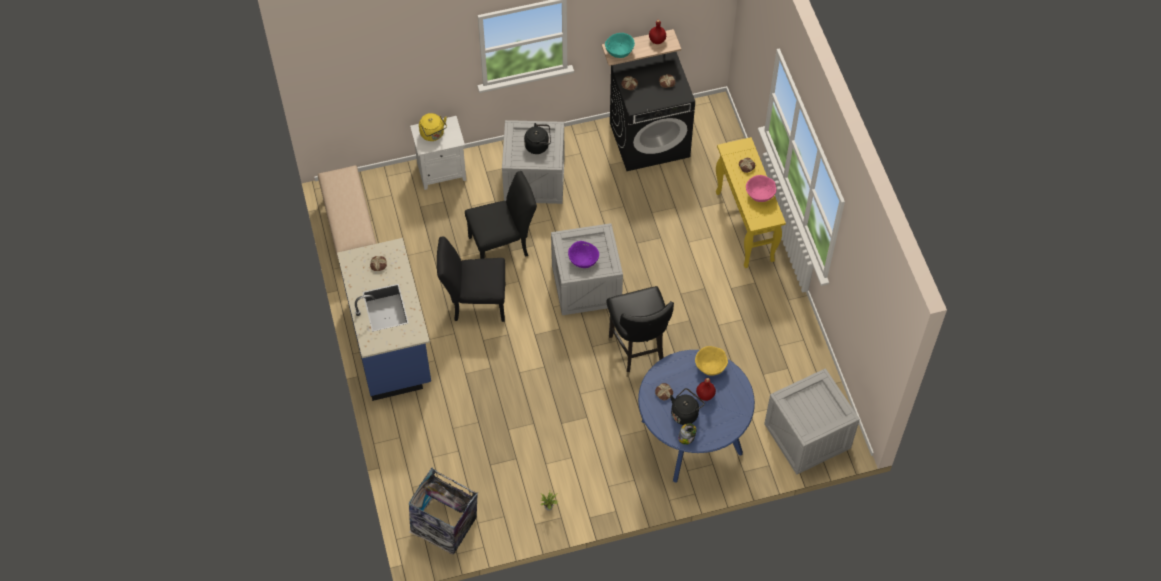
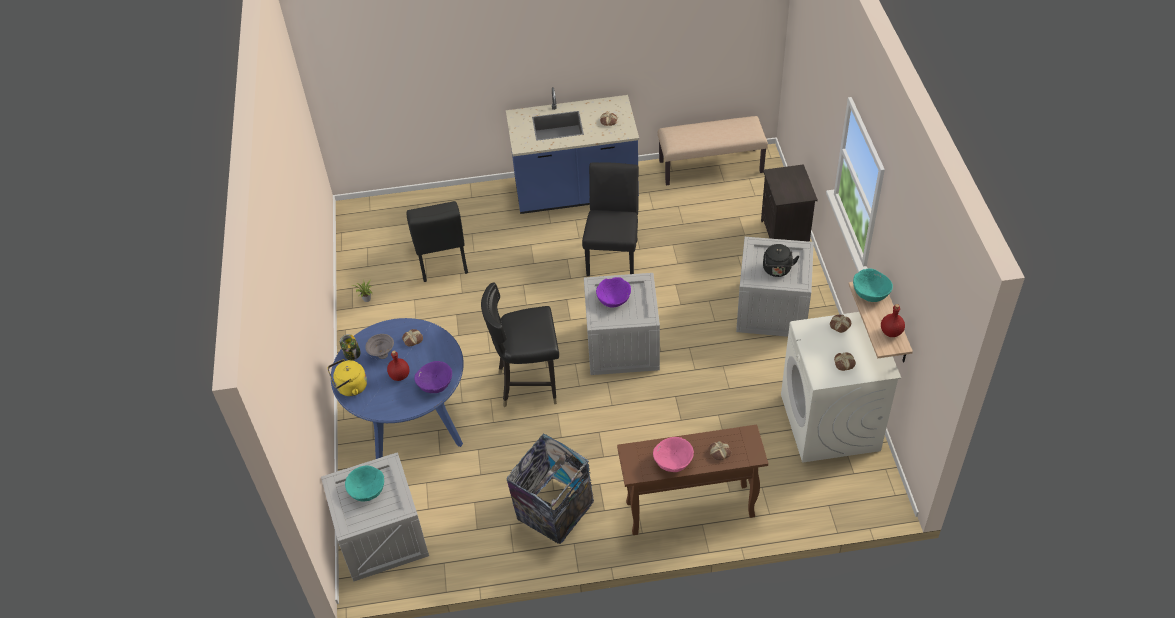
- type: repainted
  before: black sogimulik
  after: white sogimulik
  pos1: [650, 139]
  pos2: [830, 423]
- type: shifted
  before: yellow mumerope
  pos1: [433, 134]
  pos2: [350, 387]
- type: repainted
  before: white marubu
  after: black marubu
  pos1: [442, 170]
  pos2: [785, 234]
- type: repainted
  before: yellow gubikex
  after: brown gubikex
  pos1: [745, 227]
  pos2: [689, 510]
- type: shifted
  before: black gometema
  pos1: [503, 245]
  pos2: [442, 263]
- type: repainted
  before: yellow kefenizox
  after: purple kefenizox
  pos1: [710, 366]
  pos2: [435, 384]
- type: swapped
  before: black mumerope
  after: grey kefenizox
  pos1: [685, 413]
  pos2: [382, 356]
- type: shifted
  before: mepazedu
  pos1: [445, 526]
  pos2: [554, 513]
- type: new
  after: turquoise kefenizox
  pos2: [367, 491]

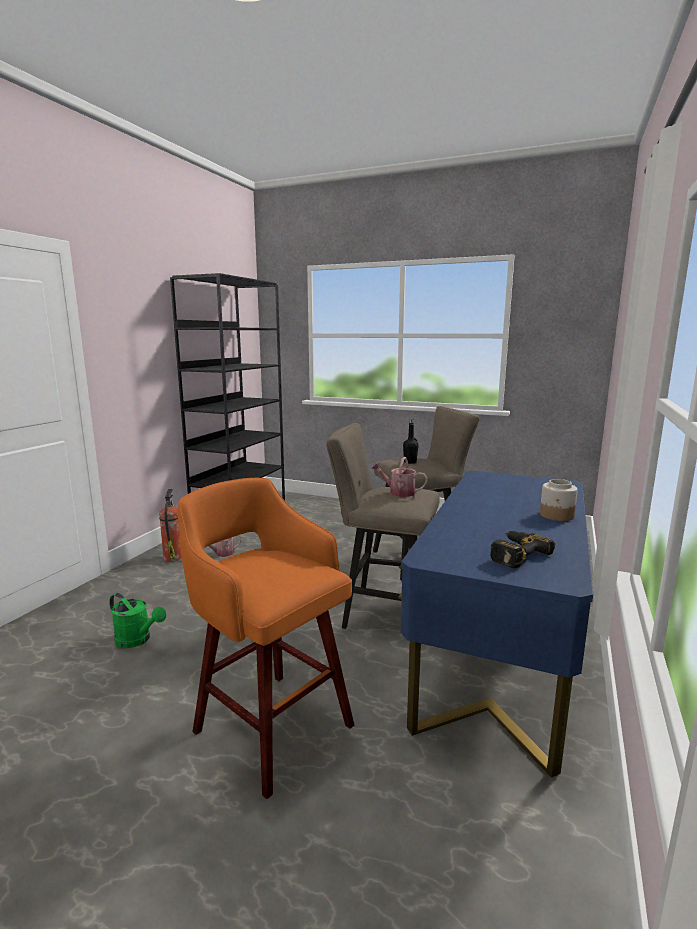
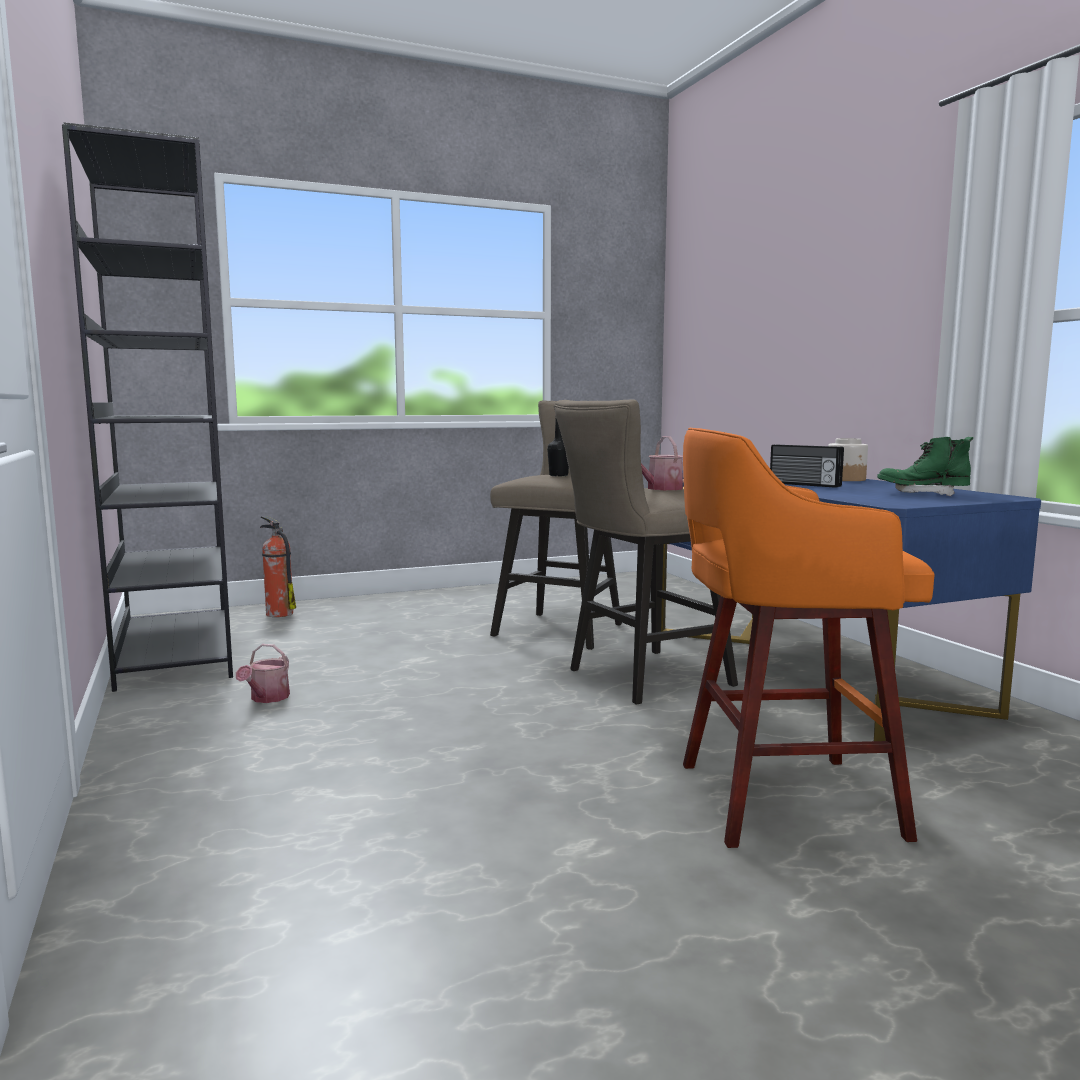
- type: shifted
  before: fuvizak
  pos1: [173, 557]
  pos2: [278, 613]
- type: swapped
  before: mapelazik
  after: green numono
  pos1: [514, 553]
  pos2: [922, 494]
- type: gone
  before: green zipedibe
  pos1: [138, 640]
- type: new
  after: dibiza
  pos2: [804, 484]

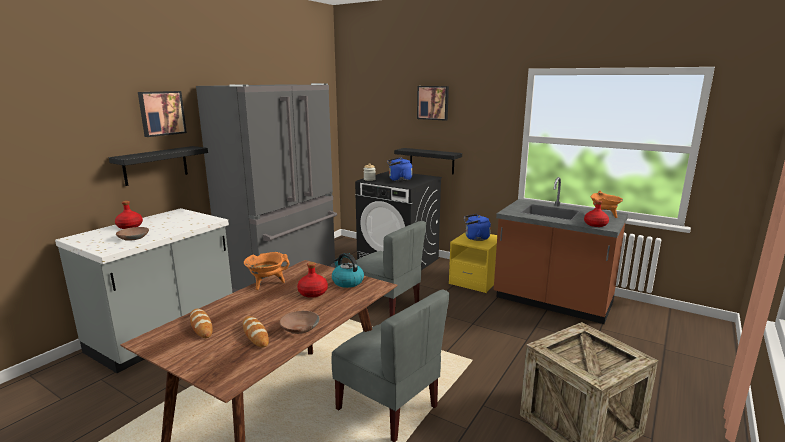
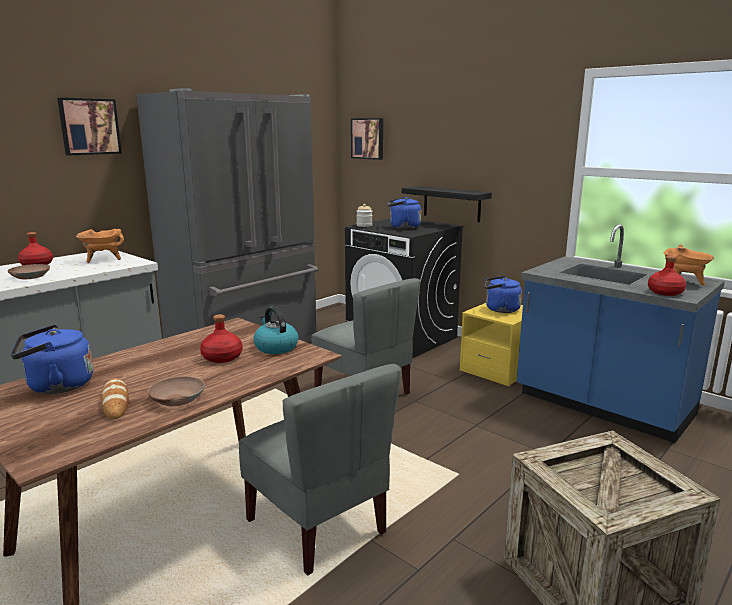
- type: shifted
  before: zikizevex
  pos1: [433, 102]
  pos2: [368, 138]
- type: gone
  before: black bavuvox
  pos1: [155, 165]
- type: repainted
  before: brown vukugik
  after: blue vukugik
  pos1: [552, 302]
  pos2: [602, 406]
- type: shifted
  before: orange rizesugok
  pos1: [267, 284]
  pos2: [102, 260]
- type: swapped
  before: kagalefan
  after: blue mumerope
  pos1: [201, 325]
  pos2: [56, 386]

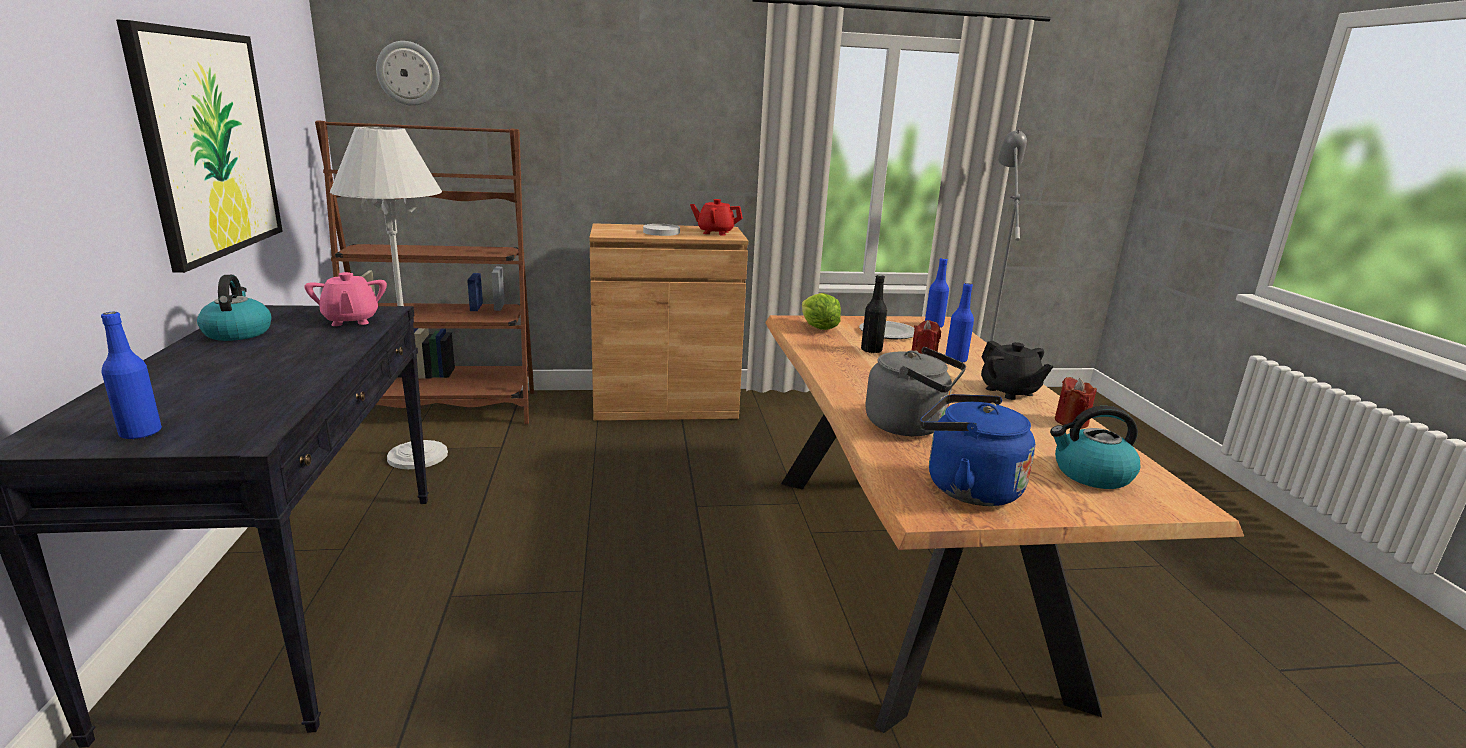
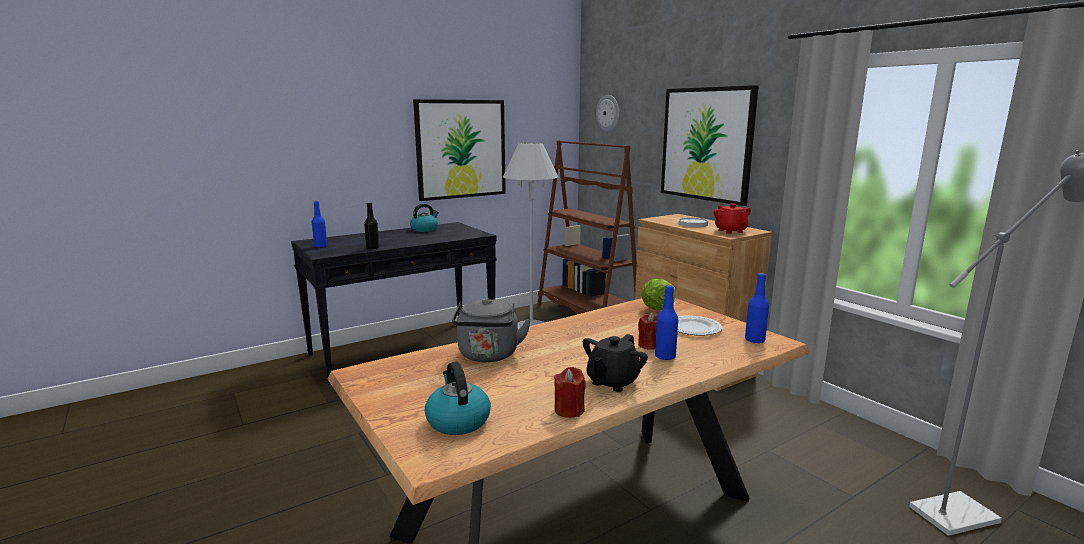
- type: gone
  before: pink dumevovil
  pos1: [351, 320]
- type: shifted
  before: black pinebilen
  pos1: [871, 350]
  pos2: [373, 248]
- type: gone
  before: blue mumerope
  pos1: [966, 487]
- type: new
  after: zikizevex
  pos2: [706, 144]

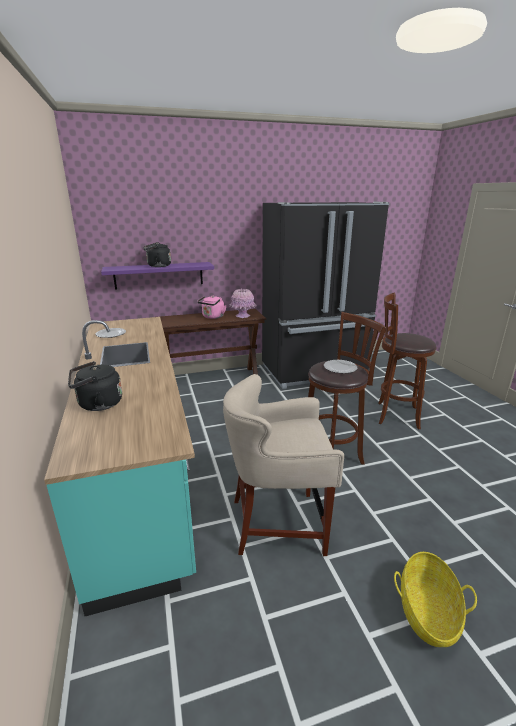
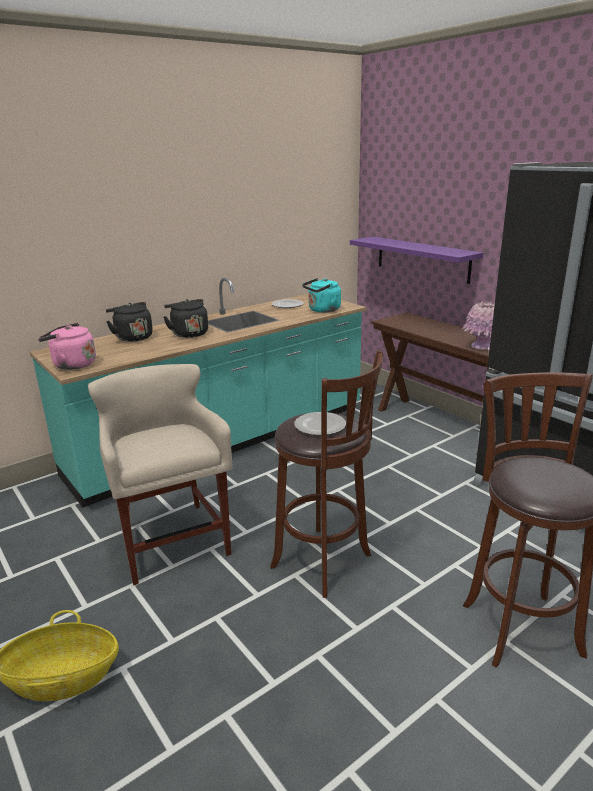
- type: shifted
  before: black mumerope
  pos1: [157, 266]
  pos2: [188, 333]
- type: shifted
  before: pink mumerope
  pos1: [212, 317]
  pos2: [72, 365]
- type: new
  after: turquoise mumerope
  pos2: [322, 310]

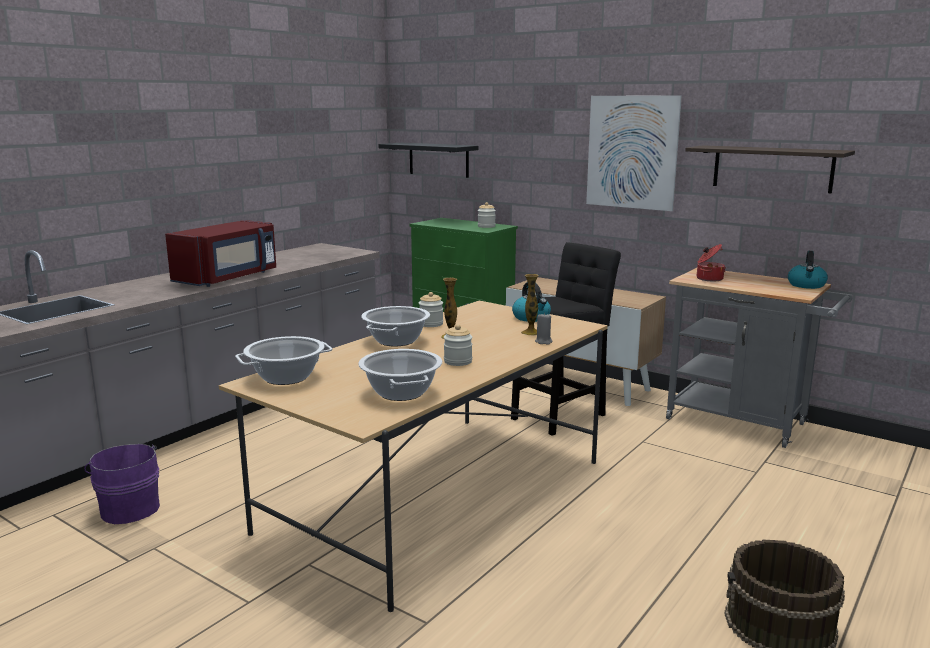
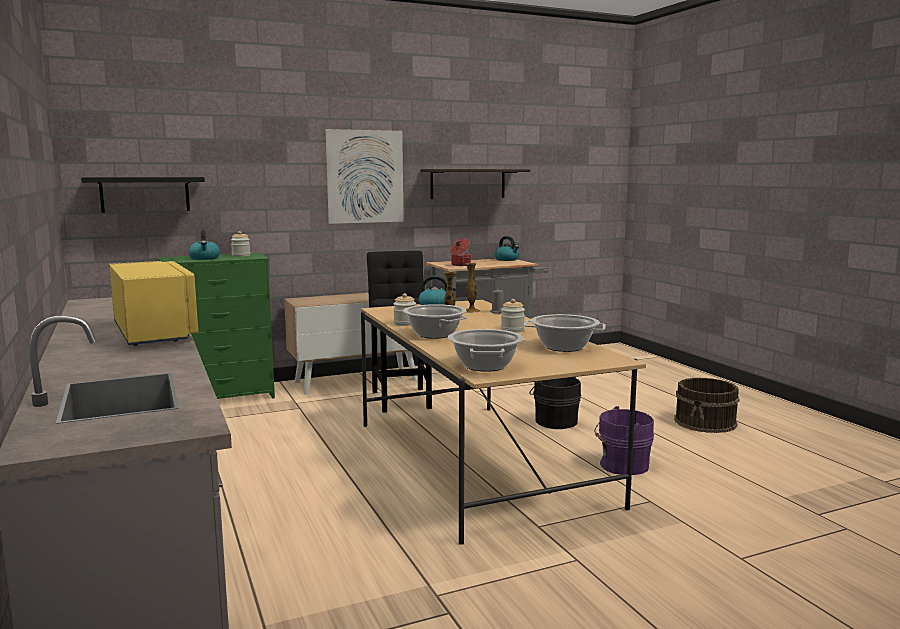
- type: repainted
  before: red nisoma
  after: yellow nisoma
  pos1: [228, 278]
  pos2: [155, 333]
- type: shifted
  before: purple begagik
  pos1: [129, 508]
  pos2: [621, 465]
- type: new
  after: mumerope
  pos2: [205, 258]
- type: new
  after: black begagik
  pos2: [555, 421]

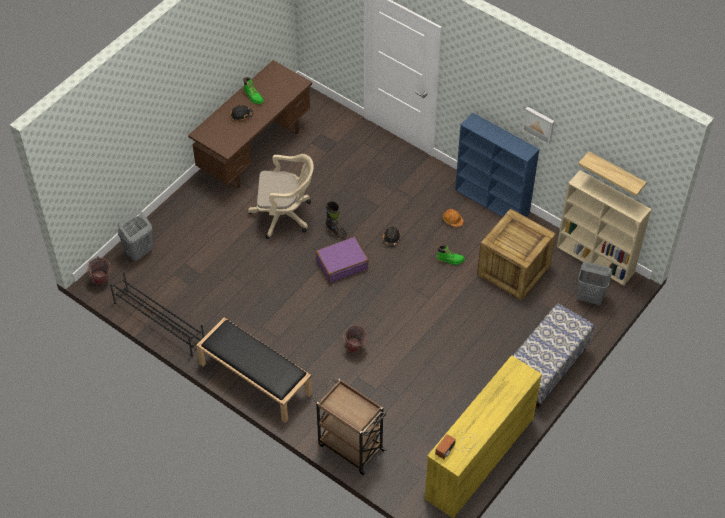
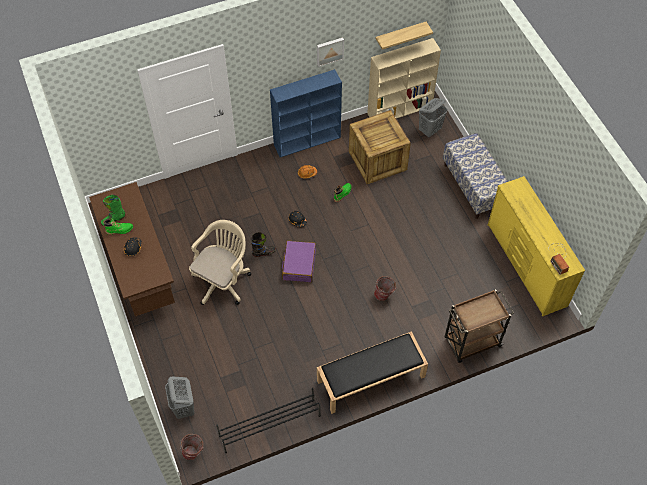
- type: new
  after: green numono
  pos2: [113, 219]

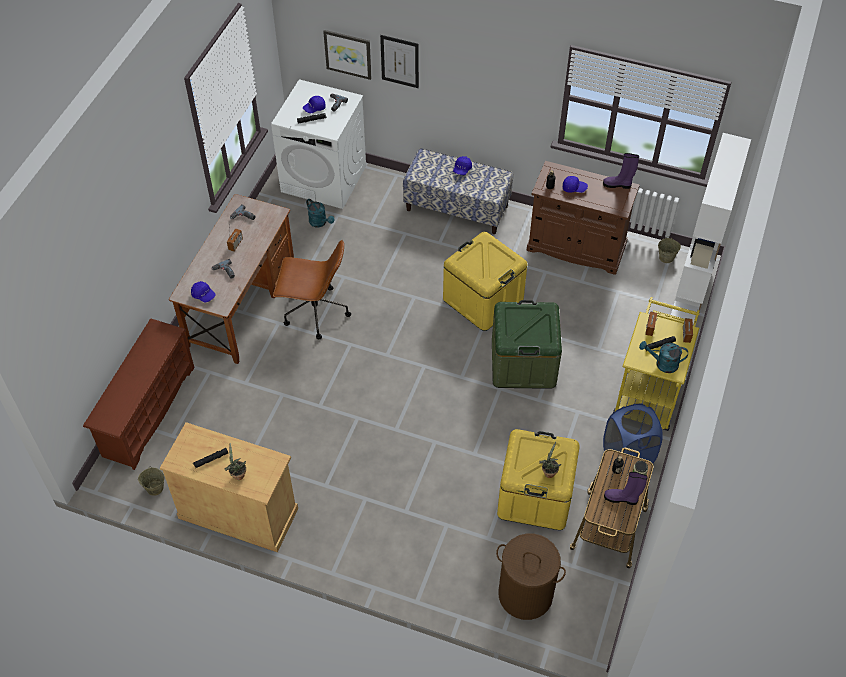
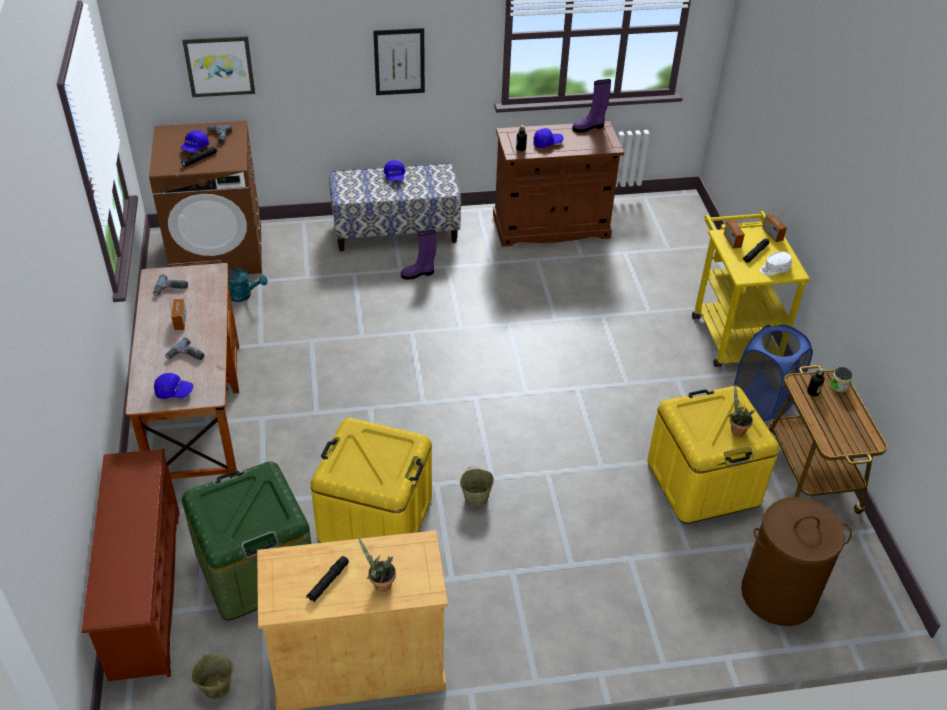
- type: shifted
  before: zikizevex
  pos1: [400, 61]
  pos2: [399, 61]
- type: repainted
  before: white sogimulik
  after: brown sogimulik
  pos1: [324, 179]
  pos2: [218, 250]
- type: gone
  before: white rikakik
  pos1: [691, 292]
- type: shifted
  before: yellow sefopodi
  pos1: [483, 299]
  pos2: [375, 518]
- type: shifted
  before: beige begagik
  pos1: [666, 257]
  pos2: [476, 498]
- type: gone
  before: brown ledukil
  pos1: [314, 312]
- type: shifted
  before: green sefopodi
  pos1: [523, 363]
  pos2: [255, 568]
- type: swapped
  before: turquoise zipedibe
  after: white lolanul
  pos1: [662, 364]
  pos2: [774, 269]
- type: shifted
  before: purple numono
  pos1: [622, 498]
  pos2: [418, 274]

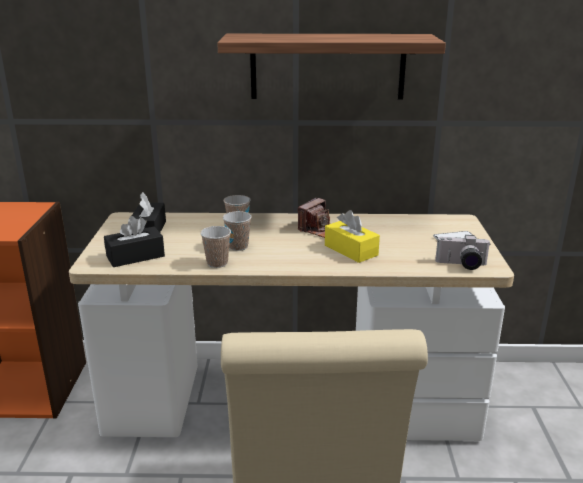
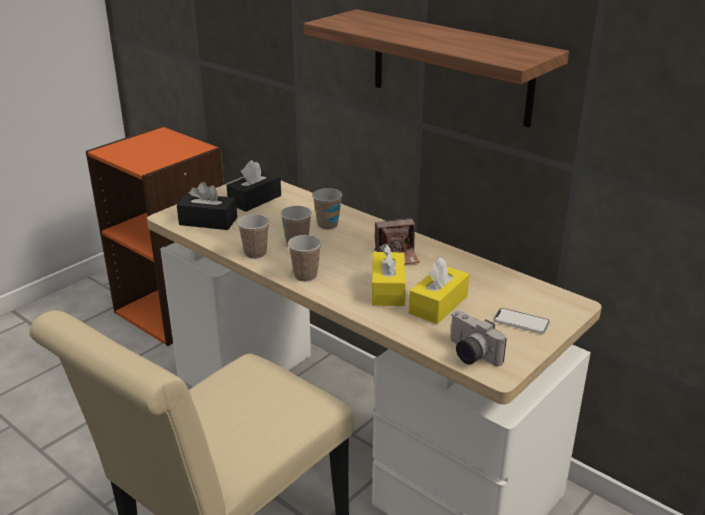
- type: new
  after: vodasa
  pos2: [305, 276]
- type: new
  after: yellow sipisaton
  pos2: [438, 305]

